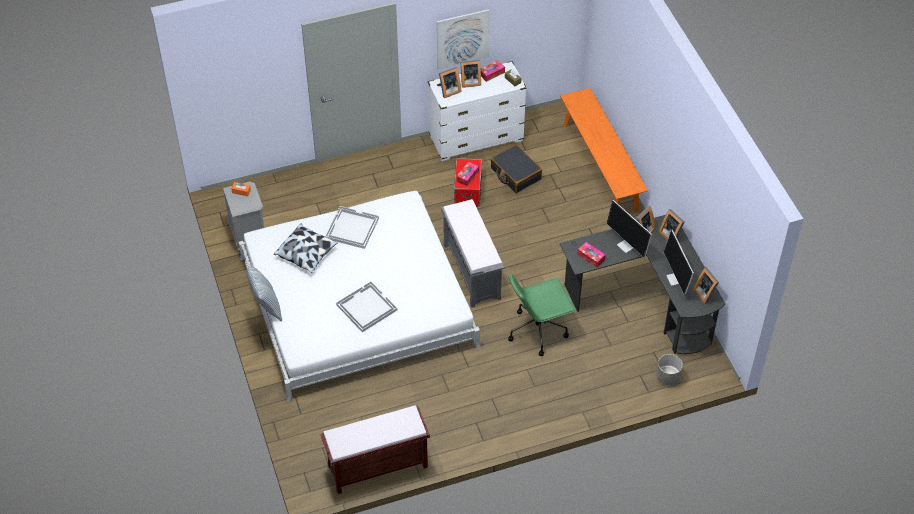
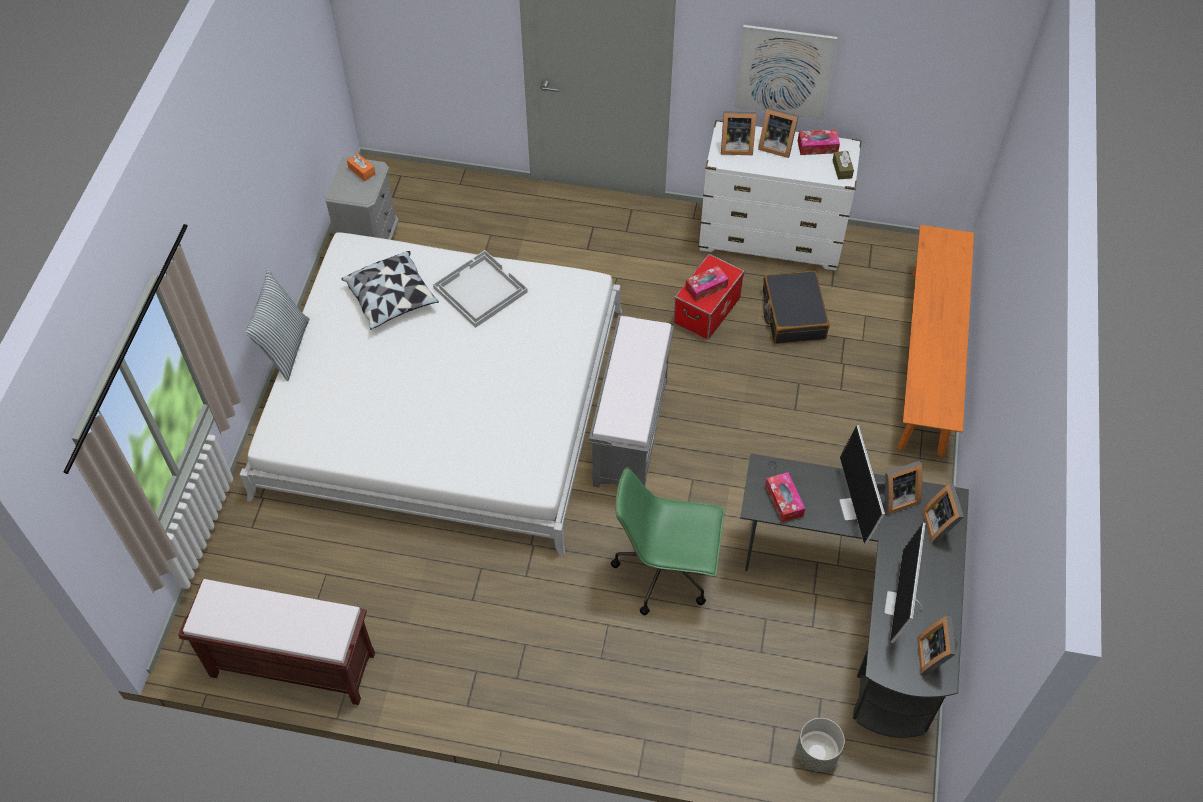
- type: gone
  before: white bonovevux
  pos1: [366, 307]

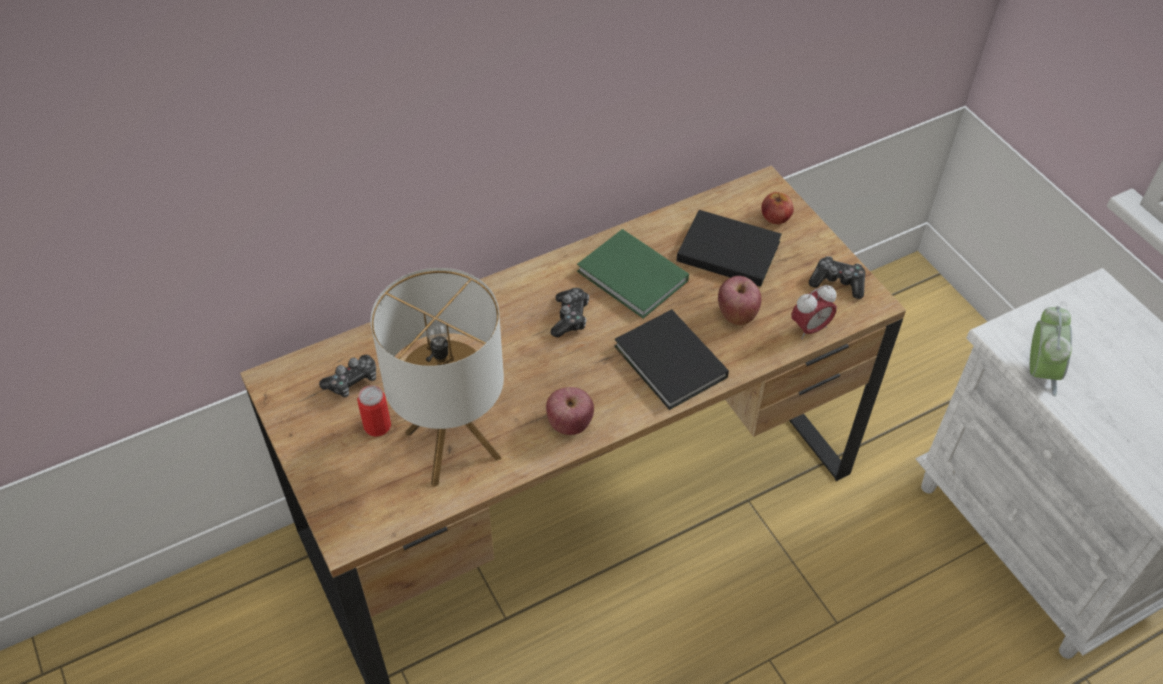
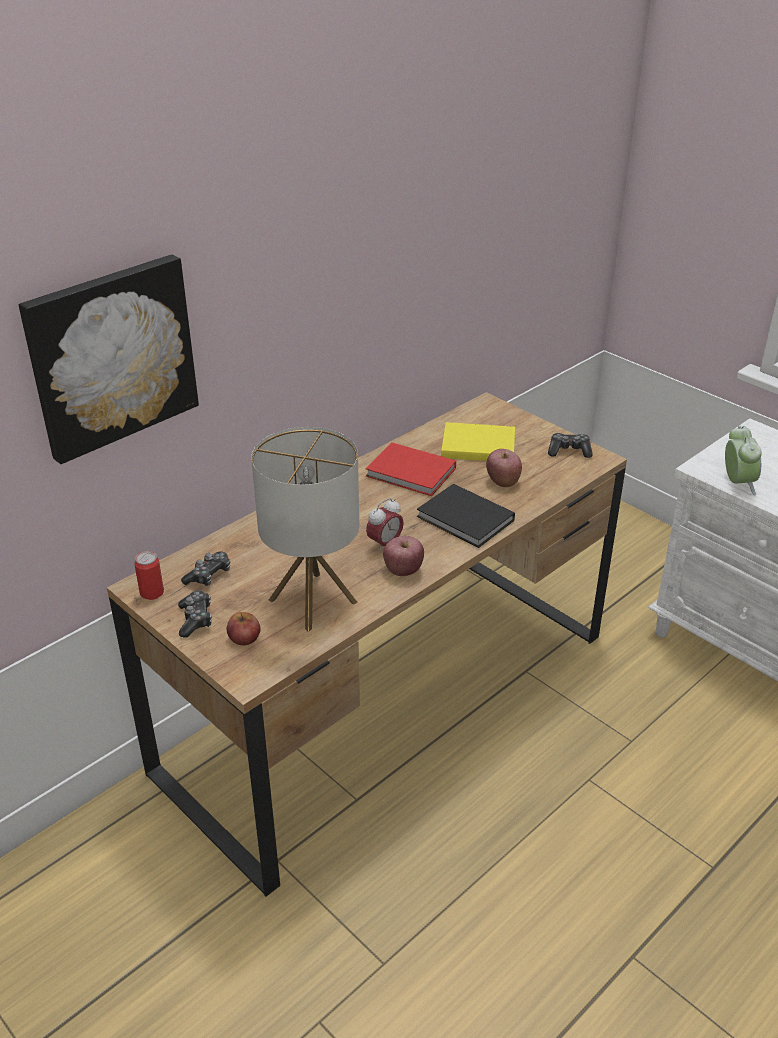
- type: shifted
  before: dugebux
  pos1: [775, 216]
  pos2: [244, 637]
- type: repainted
  before: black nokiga
  after: yellow nokiga
  pos1: [726, 249]
  pos2: [476, 445]
- type: repainted
  before: green nokiga
  after: red nokiga
  pos1: [633, 278]
  pos2: [412, 473]
- type: shifted
  before: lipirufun
  pos1: [810, 328]
  pos2: [385, 544]
- type: shifted
  before: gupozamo
  pos1: [570, 317]
  pos2: [195, 619]
- type: shifted
  before: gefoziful
  pos1: [377, 426]
  pos2: [152, 592]
- type: new
  after: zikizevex
  pos2: [111, 356]

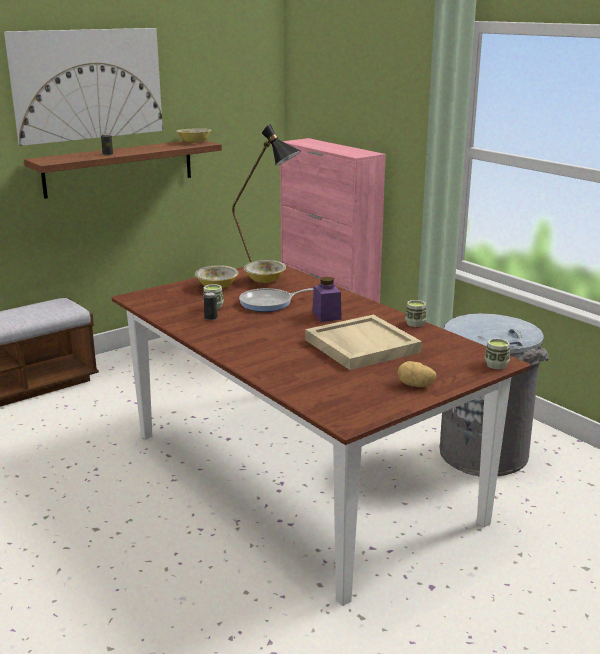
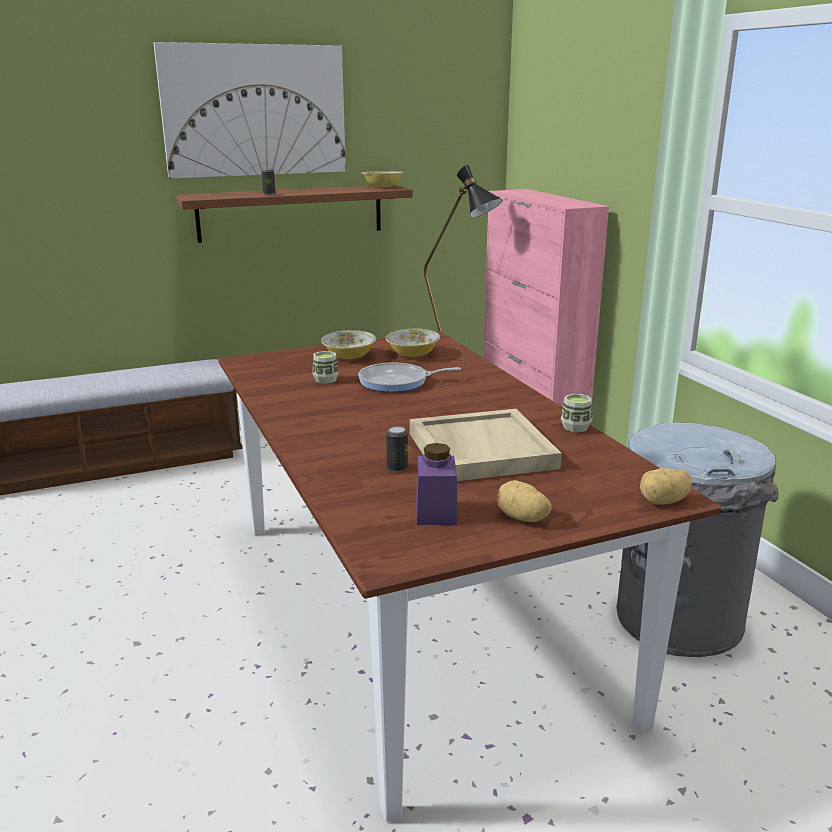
- type: shifted
  before: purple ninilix
  pos1: [326, 315]
  pos2: [436, 512]
- type: shifted
  before: gefoziful
  pos1: [211, 318]
  pos2: [397, 468]
- type: swapped
  before: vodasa
  after: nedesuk
  pos1: [496, 365]
  pos2: [664, 502]

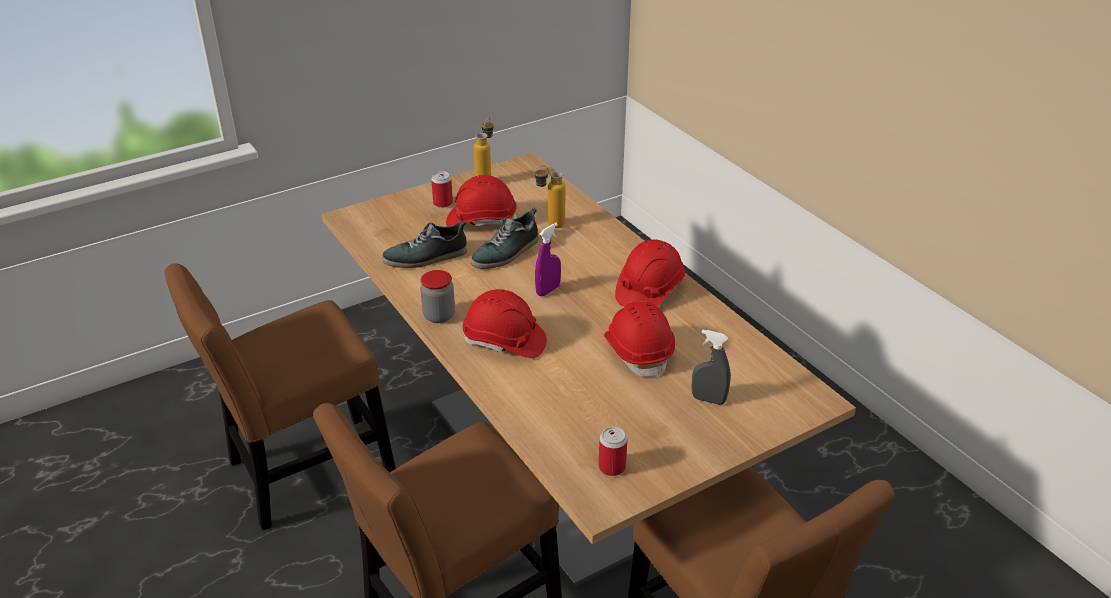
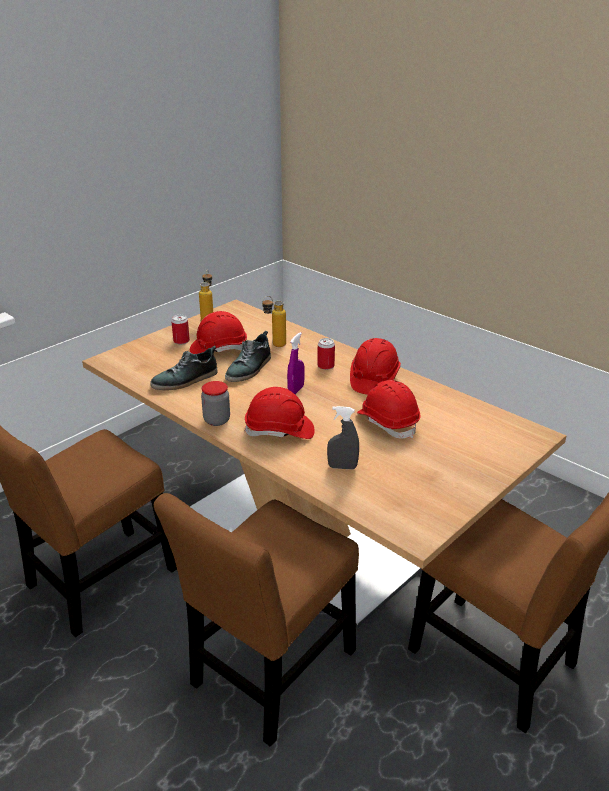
- type: shifted
  before: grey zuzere
  pos1: [708, 400]
  pos2: [342, 467]
- type: shifted
  before: gefoziful
  pos1: [612, 467]
  pos2: [325, 366]

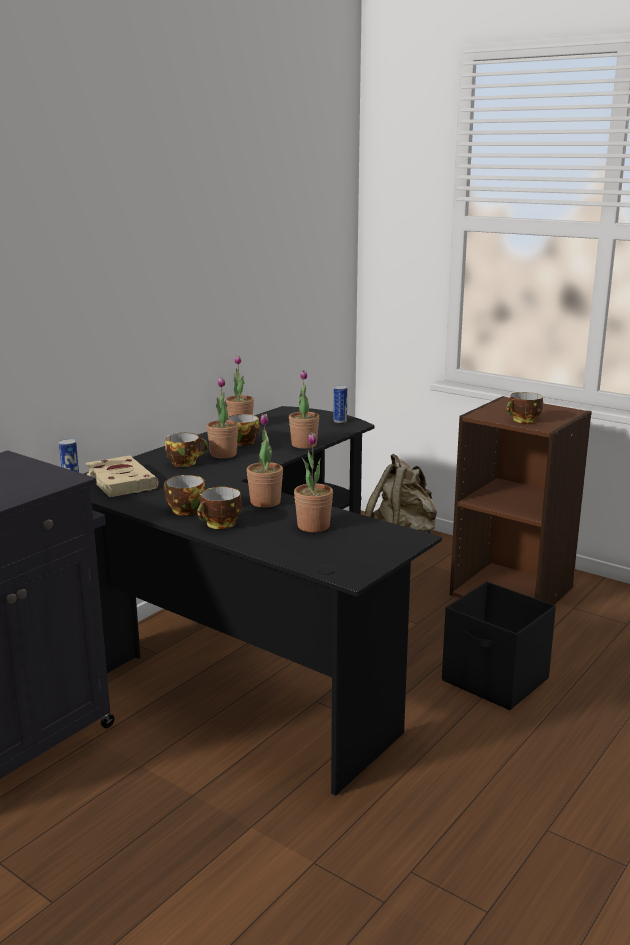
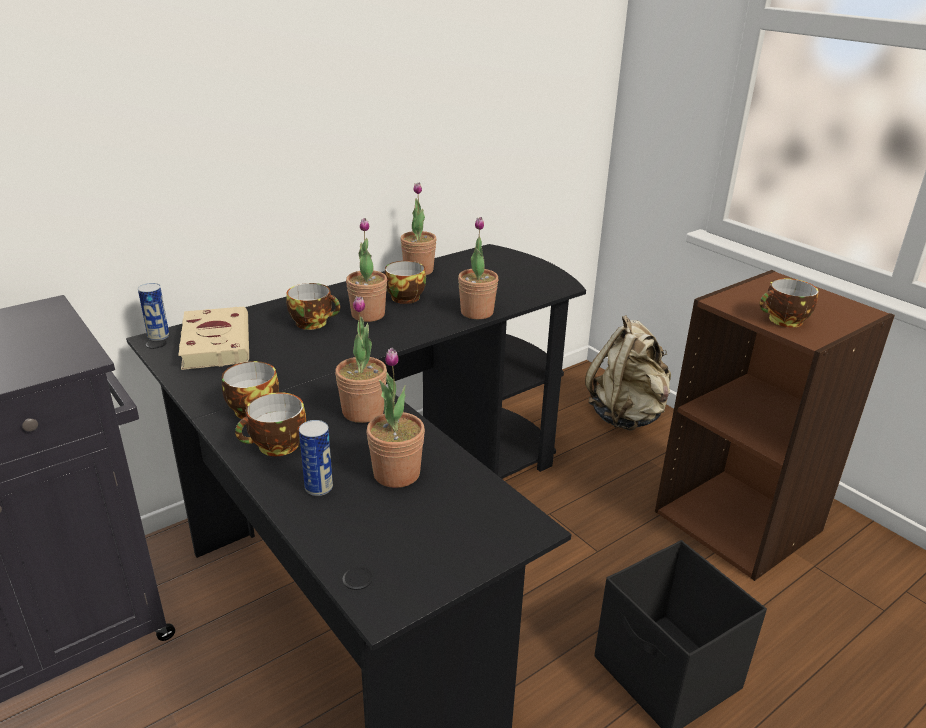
- type: shifted
  before: gefoziful
  pos1: [340, 421]
  pos2: [319, 488]

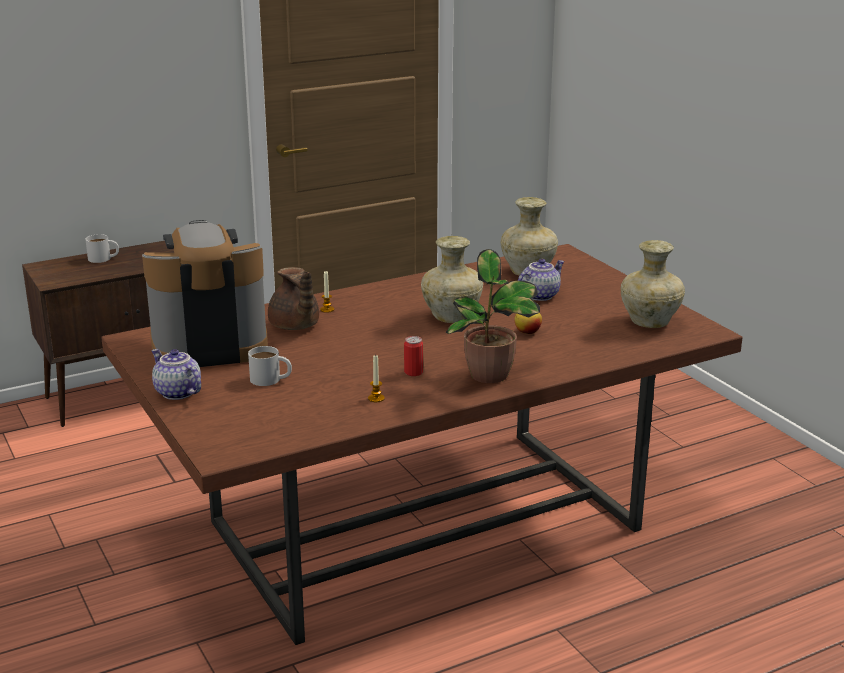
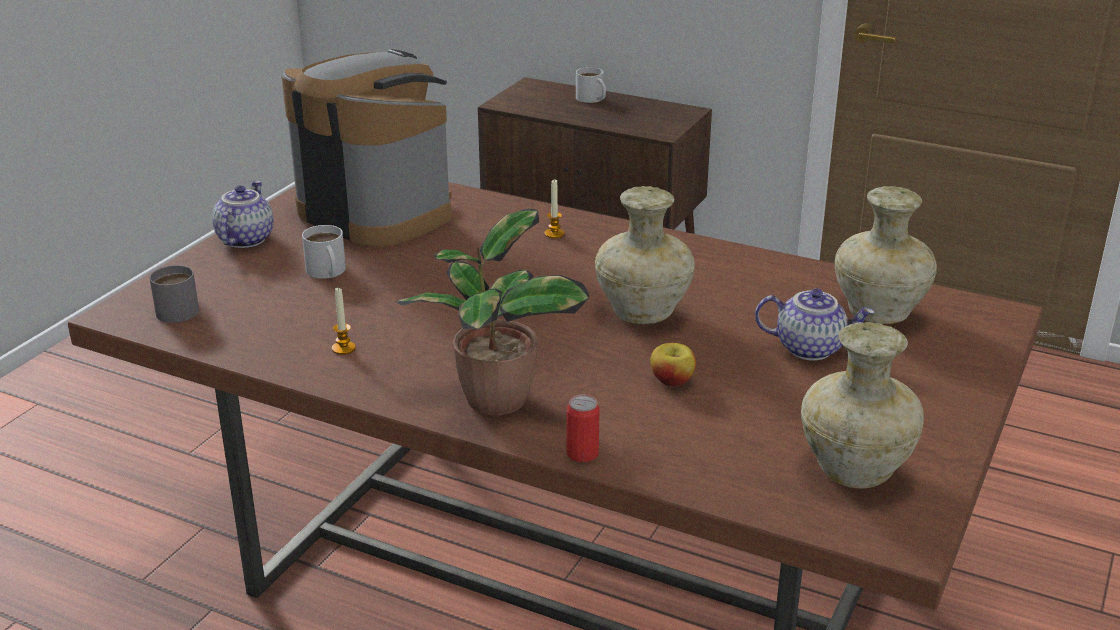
- type: gone
  before: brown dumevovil
  pos1: [294, 326]
- type: shifted
  before: gefoziful
  pos1: [413, 372]
  pos2: [582, 453]
- type: new
  after: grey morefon
  pos2: [181, 307]

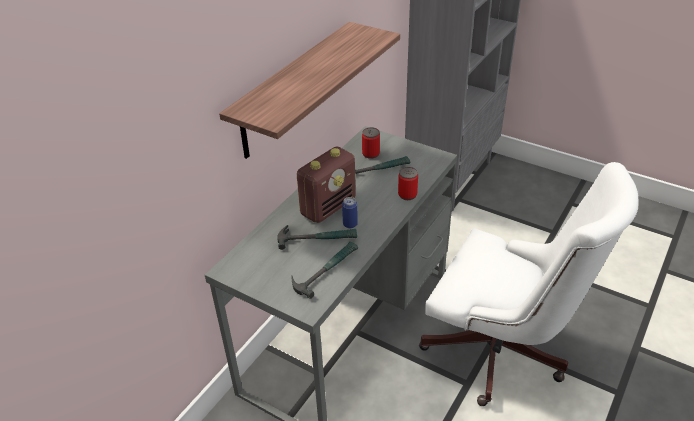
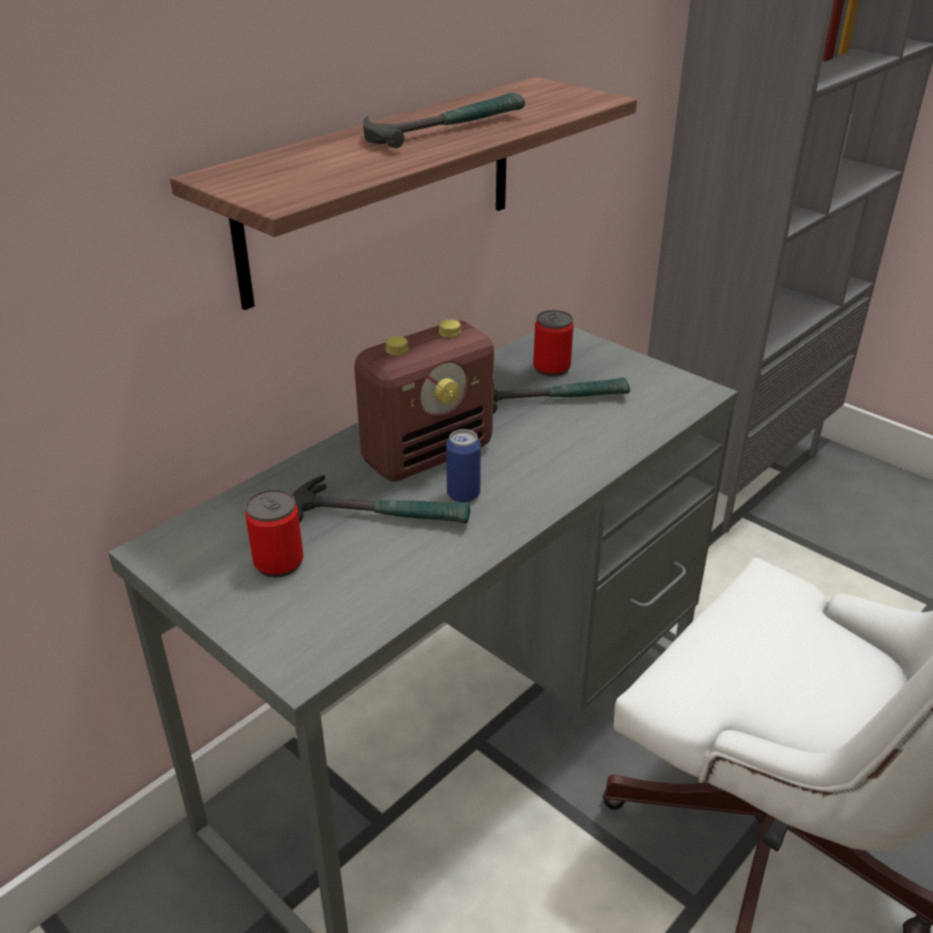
- type: shifted
  before: gefoziful
  pos1: [407, 195]
  pos2: [279, 563]
- type: shifted
  before: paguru
  pos1: [325, 270]
  pos2: [444, 129]

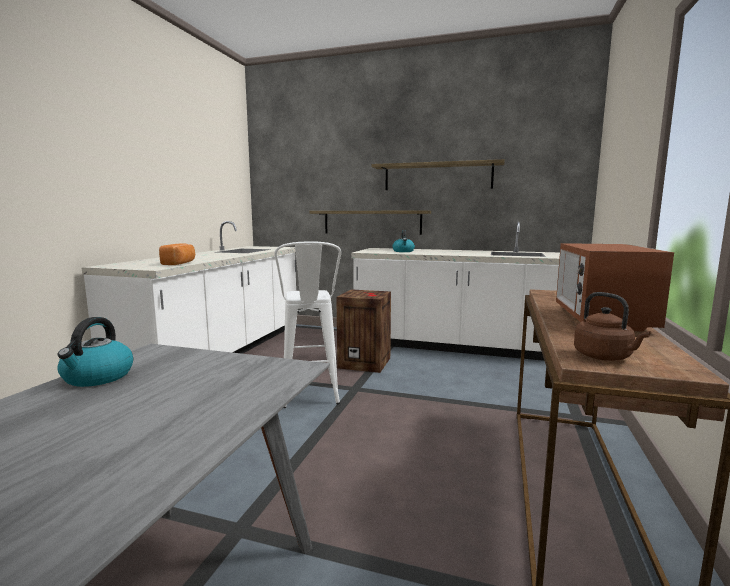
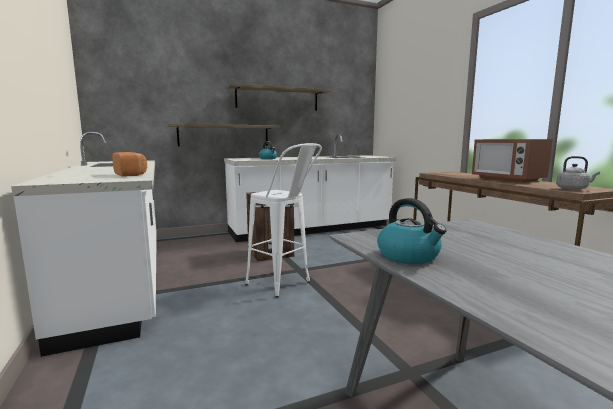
- type: repainted
  before: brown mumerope
  after: grey mumerope
  pos1: [605, 357]
  pos2: [573, 189]

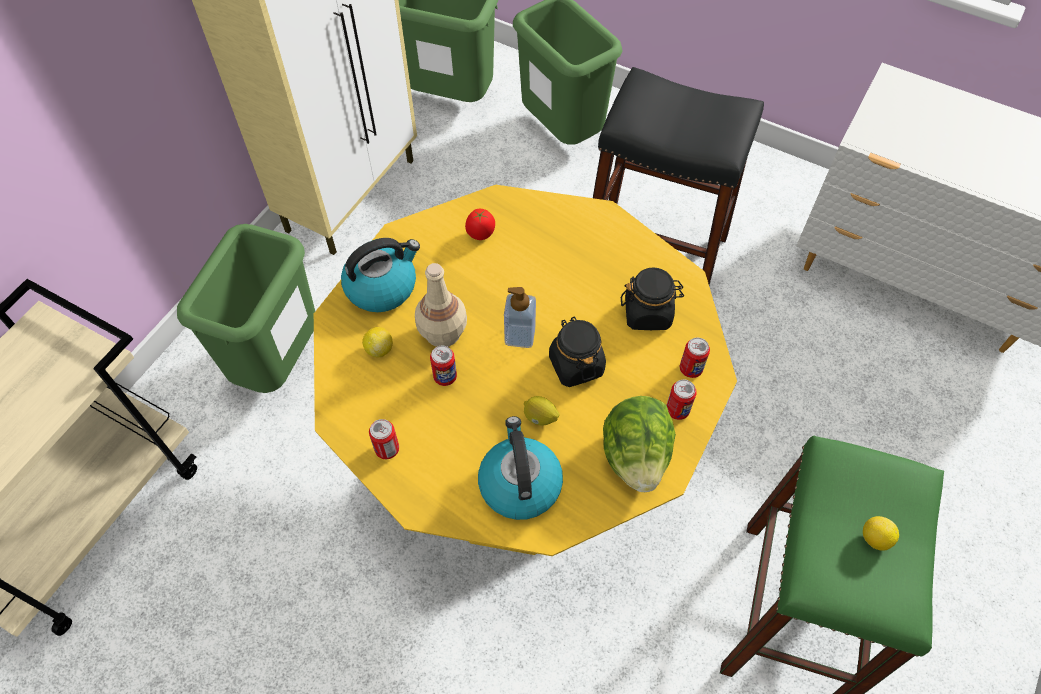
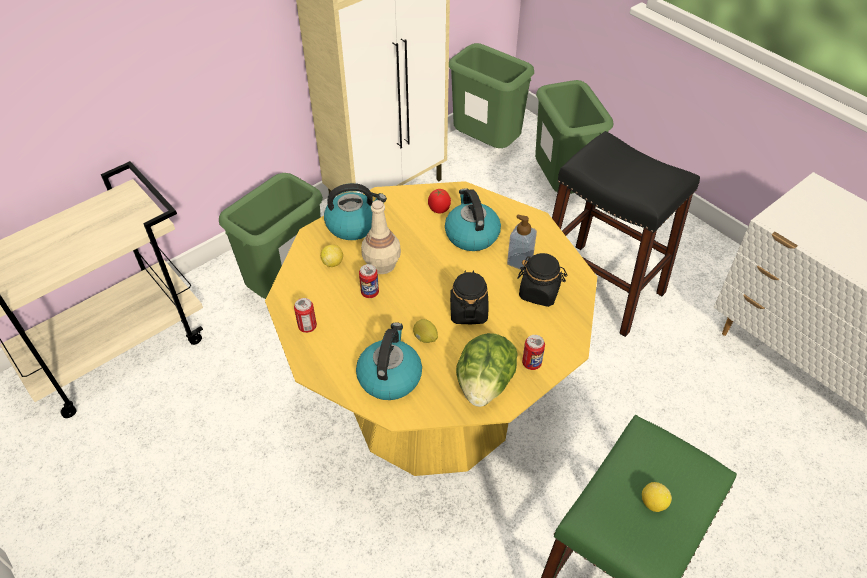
- type: shifted
  before: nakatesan
  pos1: [520, 336]
  pos2: [519, 262]
- type: gone
  before: gefoziful
  pos1: [690, 369]
- type: new
  after: mumerope
  pos2: [471, 234]

